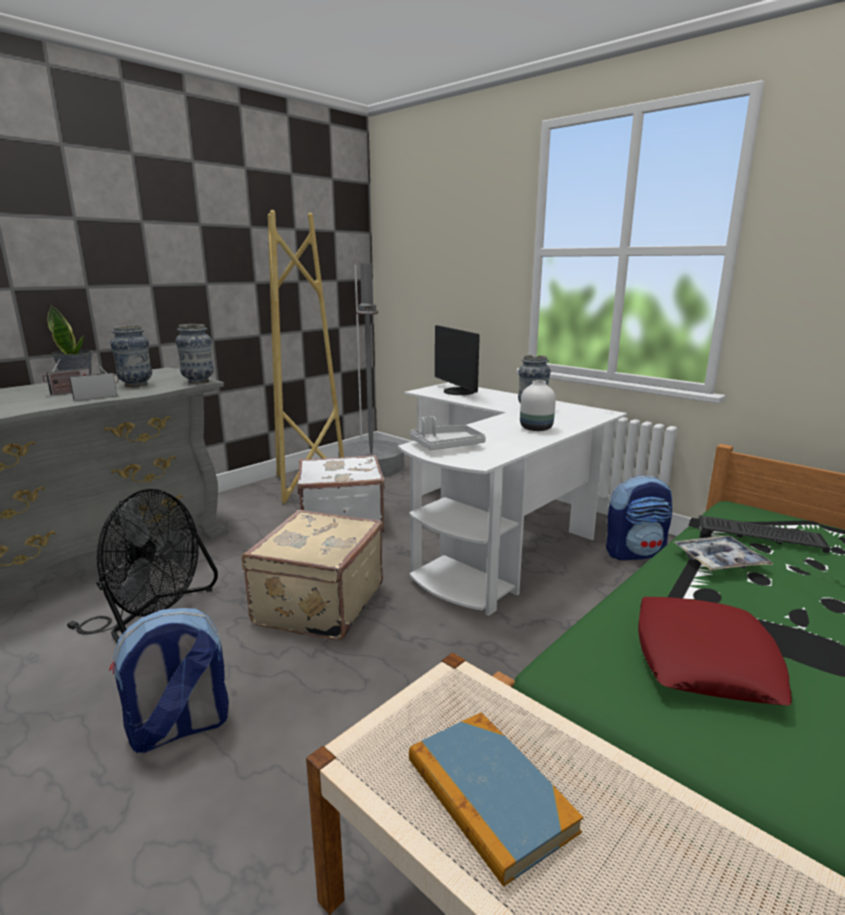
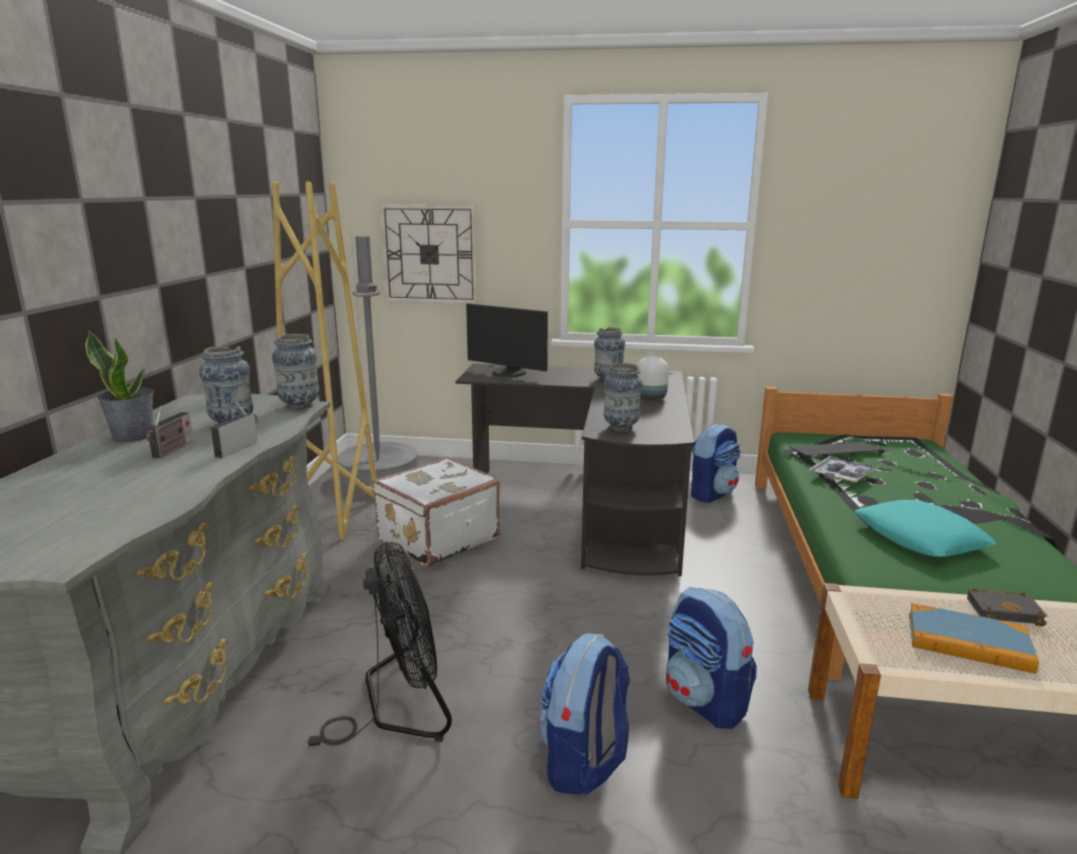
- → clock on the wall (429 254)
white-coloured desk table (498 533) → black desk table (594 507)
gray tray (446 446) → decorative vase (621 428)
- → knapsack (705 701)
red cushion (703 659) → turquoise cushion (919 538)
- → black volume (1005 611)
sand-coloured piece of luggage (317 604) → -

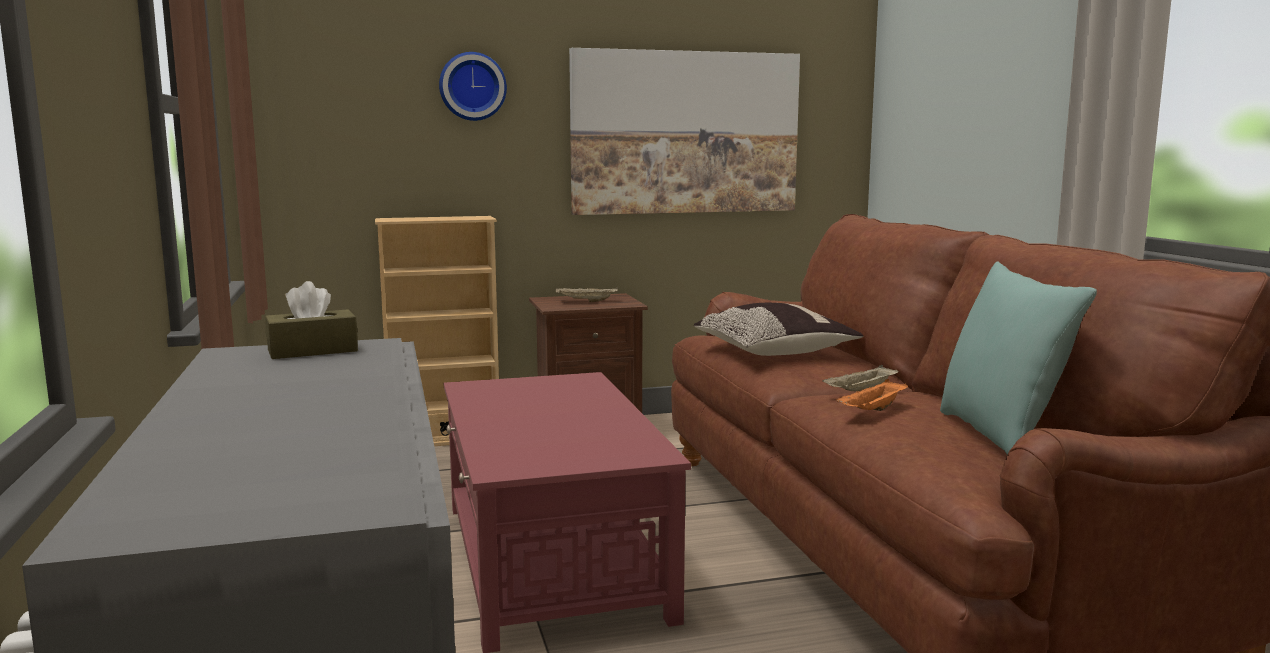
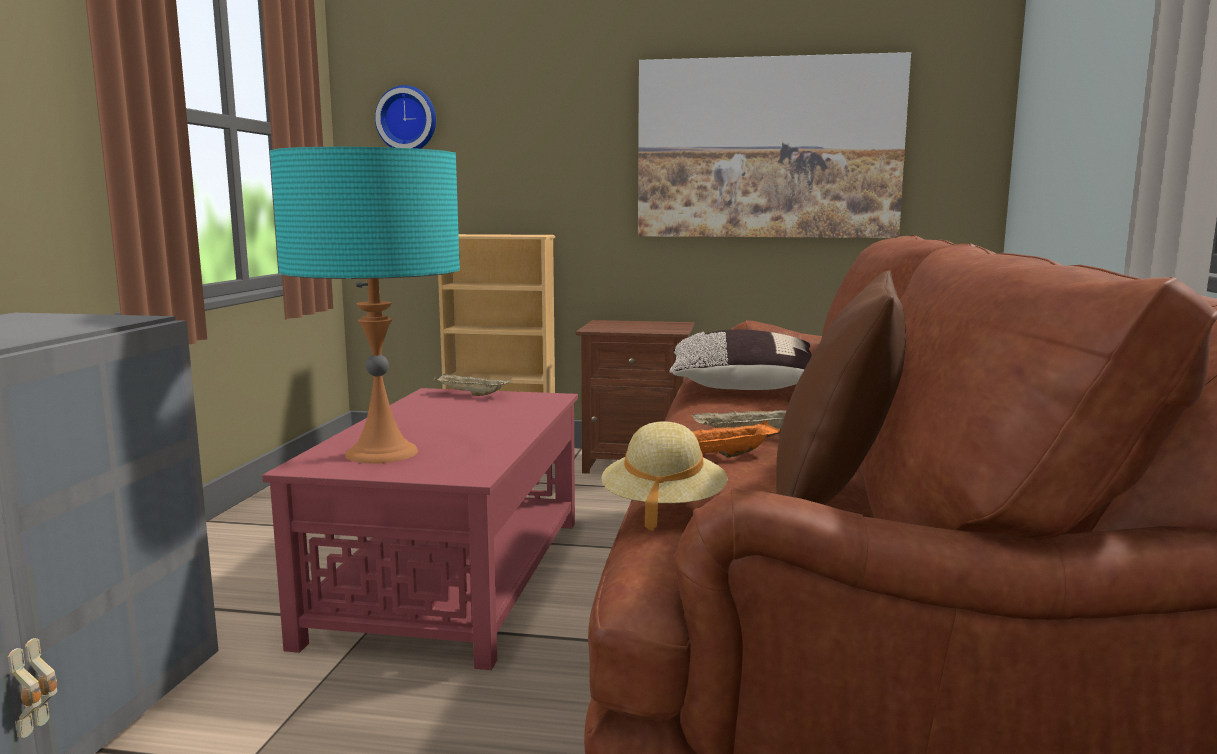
- → turquoise table lamp (381 453)
clock on the wall (472 86) → clock on the wall (407 119), move
sand-coloured tray (585 301) → sand-coloured tray (470 394), move
- → sand-coloured clothing hat (663 507)
turquoise cushion (1000 436) → brown cushion (834 507)
brown tissue holder (312 351) → -

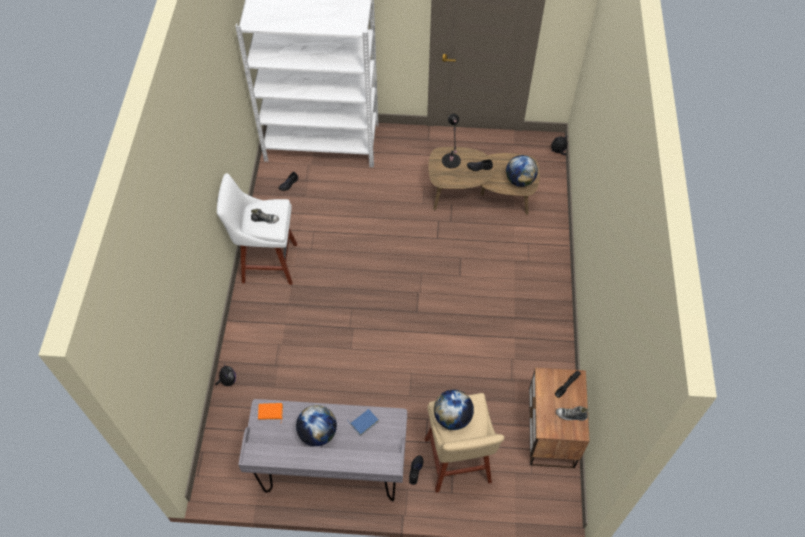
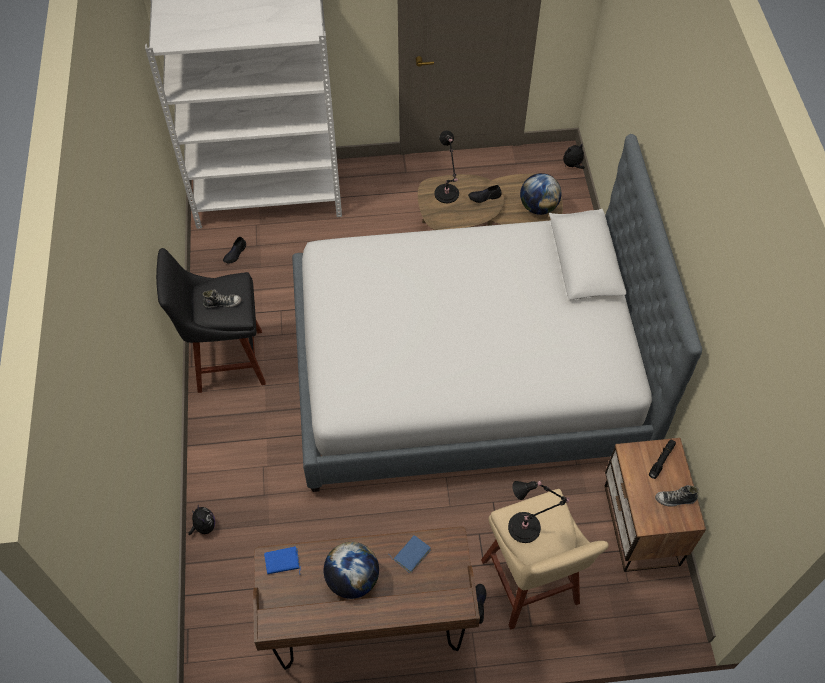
white-coloured stool (268 262) → black stool (227 360)
gray desk table (332 473) → brown desk table (369 627)
orange-coloured volume (270 413) → bluish volume (282 562)
- → sleeping bed (467 371)
world globe (452 417) → black table lamp (527 527)

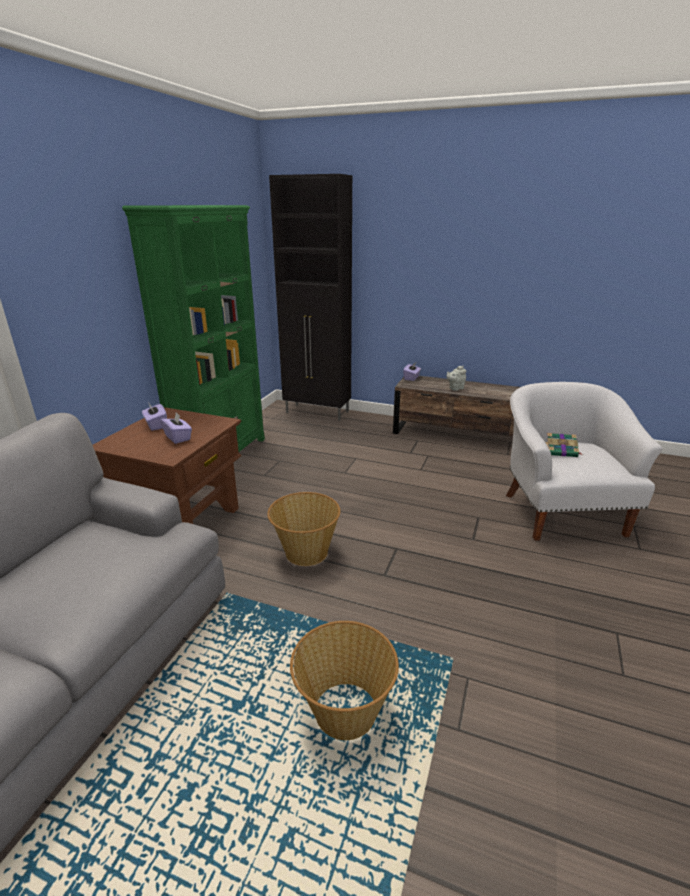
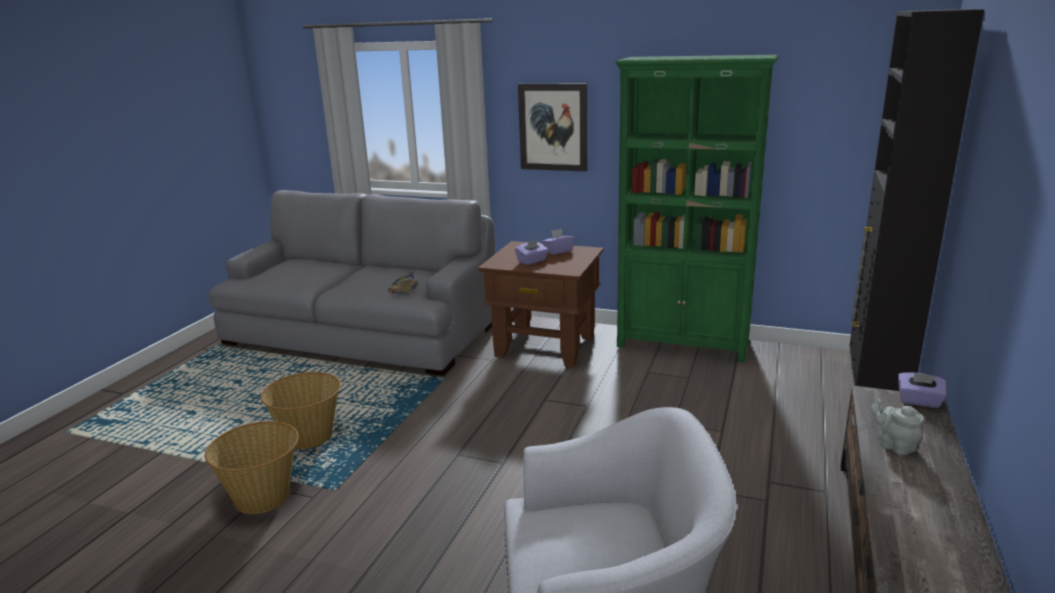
storage basket (305 552) → storage basket (263 496), move
volume (561 451) → volume (403 288), move
- → wall art (553 127)

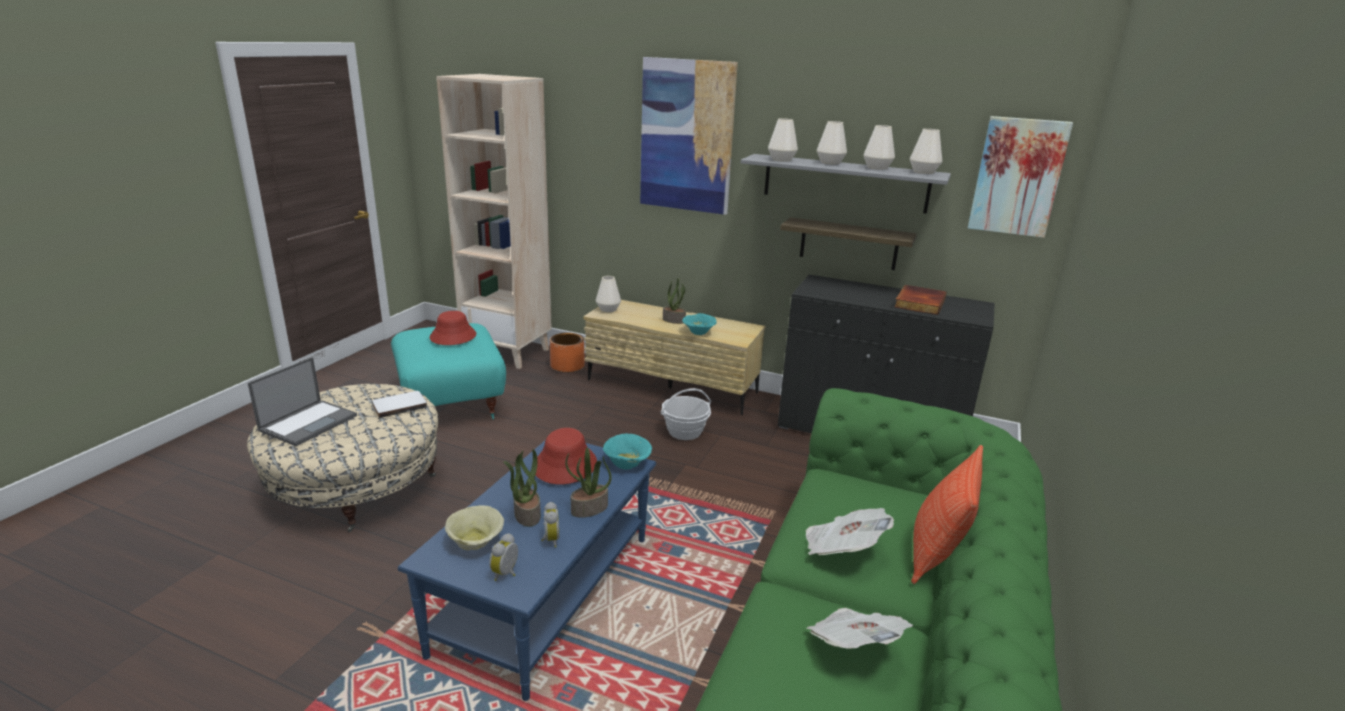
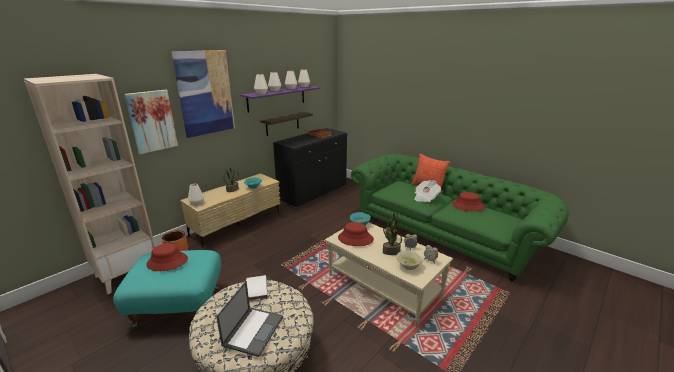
wall art (1017 177) → wall art (152 121), move
laptop (309 422) → laptop (253 330), 60 degrees clockwise
gray shelf (845 183) → purple-coloured shelf (277 98)
bluish coffee table (545 594) → sand-coloured coffee table (383 287)
printed paper (853 646) → red clothing hat (468 206)
storage basket (685 432) → -

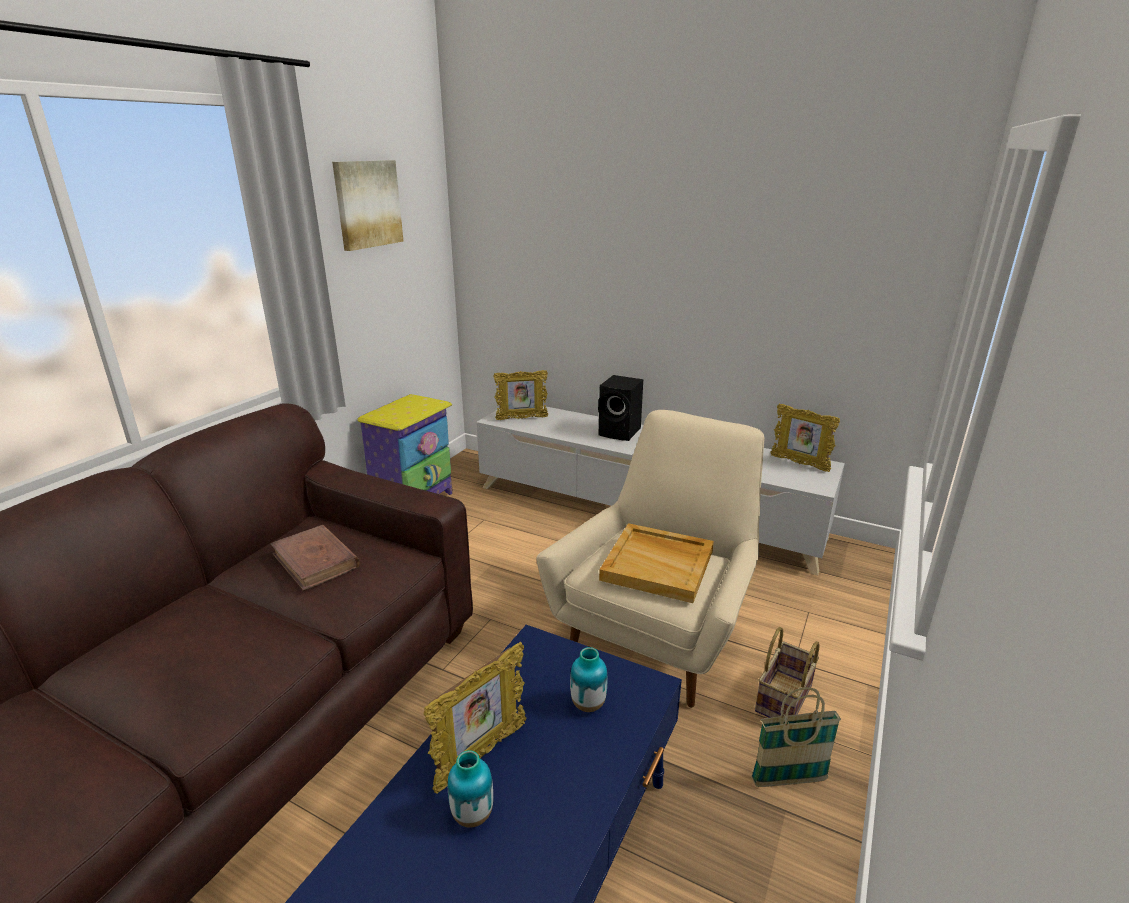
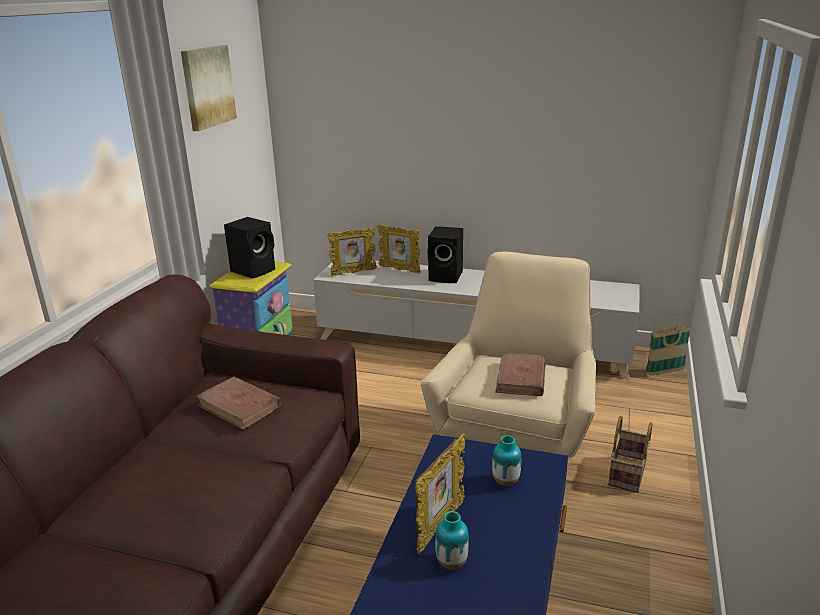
- → black speaker (254 270)
picture frame (799 463) → picture frame (400 270), move
sand-coloured tray (658 565) → brown volume (521 378)
storage basket (788 780) → storage basket (664 371), move

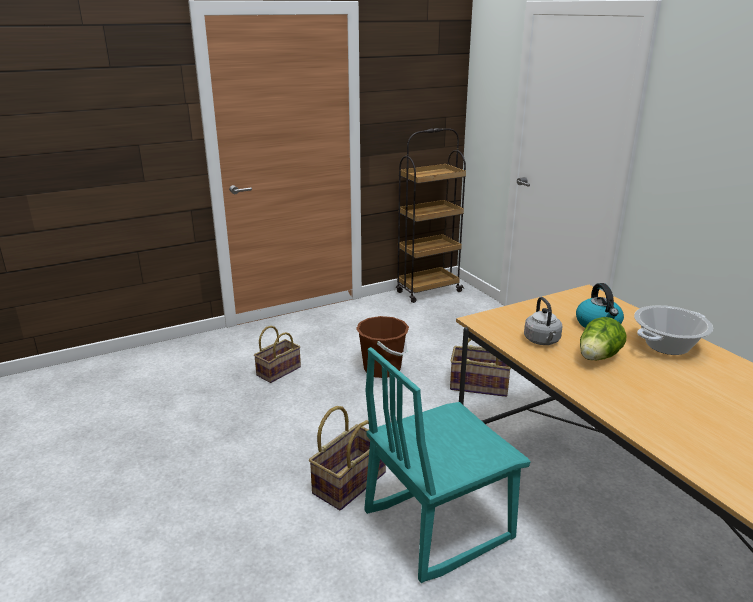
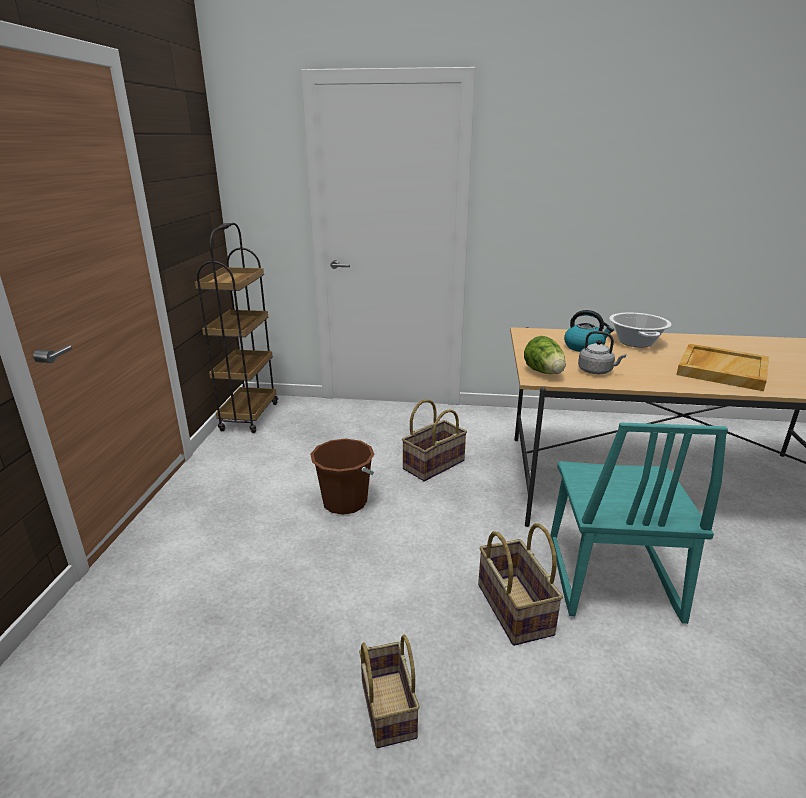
storage basket (279 370) → storage basket (386 707), move
head of lettuce (597 358) → head of lettuce (544 373), move
- → sand-coloured tray (721 370)

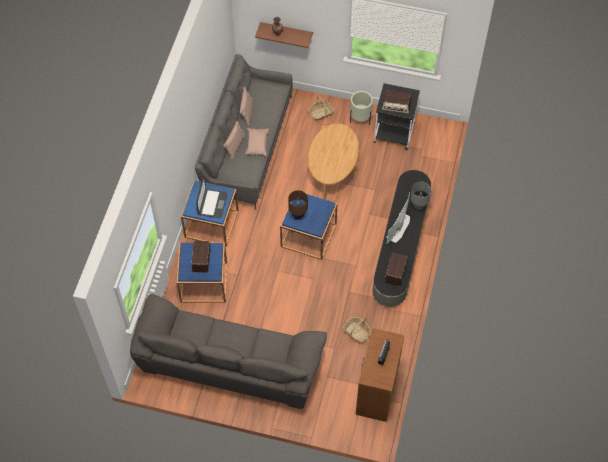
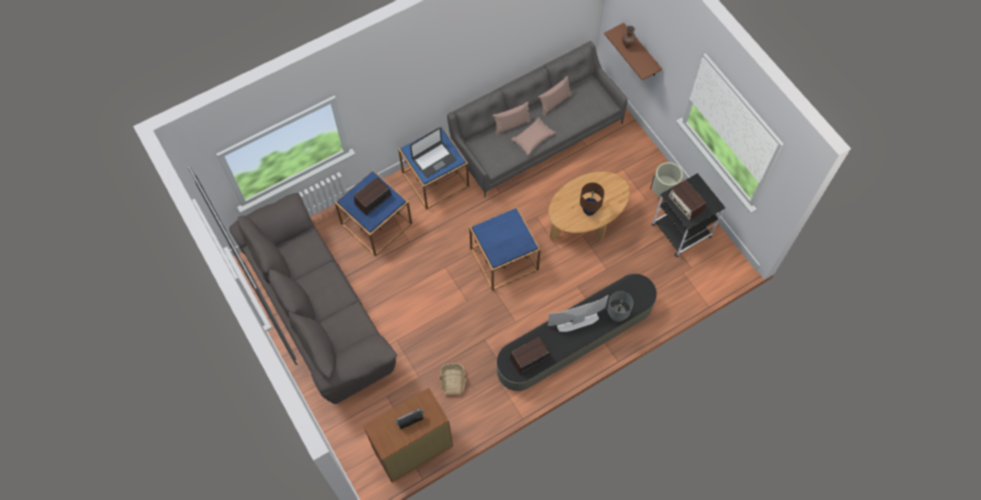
brown table lamp (298 215) → brown table lamp (589 210), move
storage basket (321 113) → -

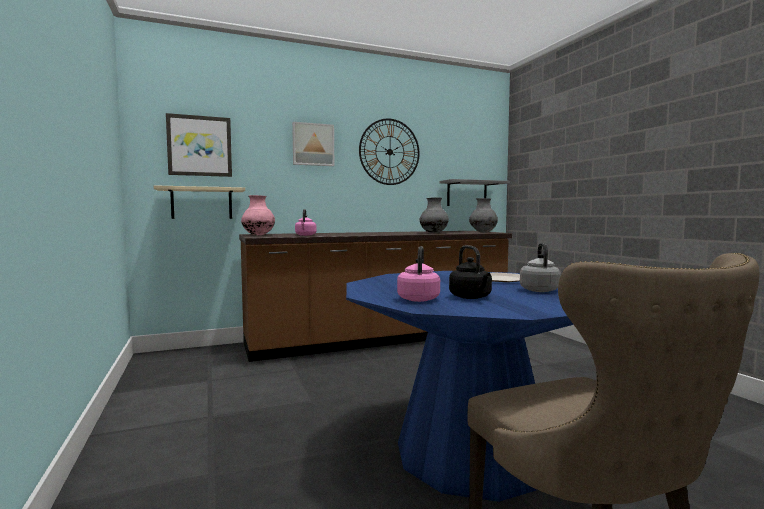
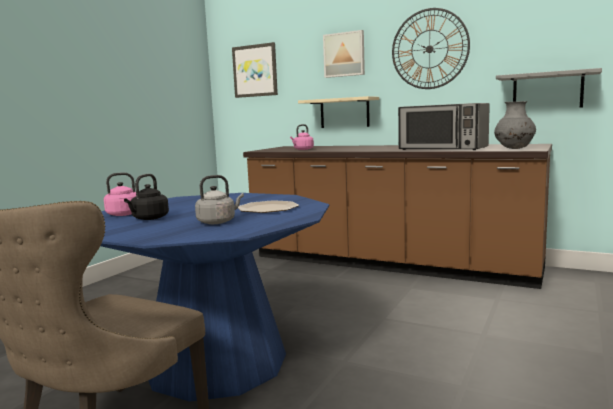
sand-coloured shelf (202 203) → sand-coloured shelf (344 113), move
gray decorative vase (434 233) → microwave oven (442 148)
pink decorative vase (258 235) → -

